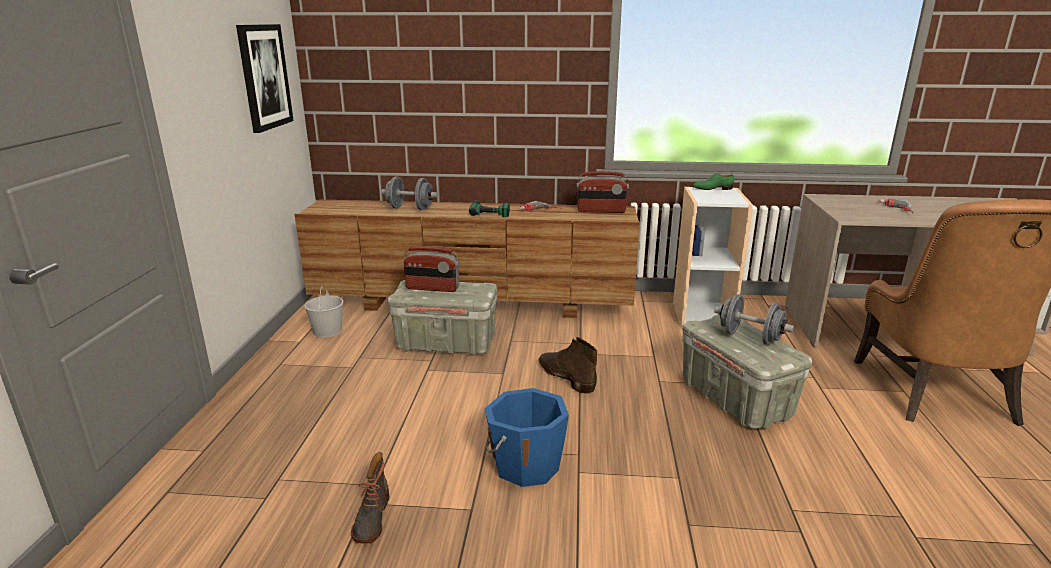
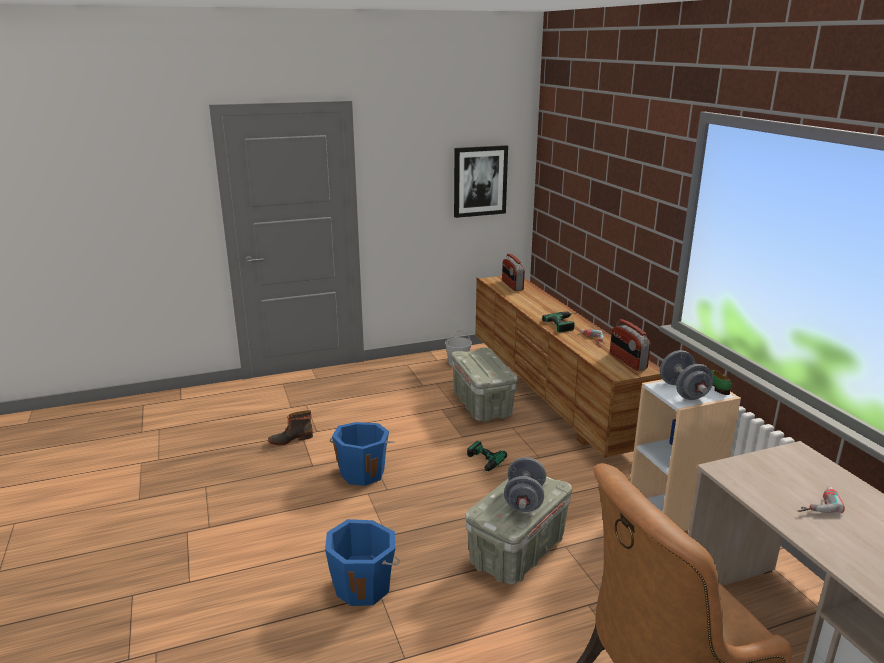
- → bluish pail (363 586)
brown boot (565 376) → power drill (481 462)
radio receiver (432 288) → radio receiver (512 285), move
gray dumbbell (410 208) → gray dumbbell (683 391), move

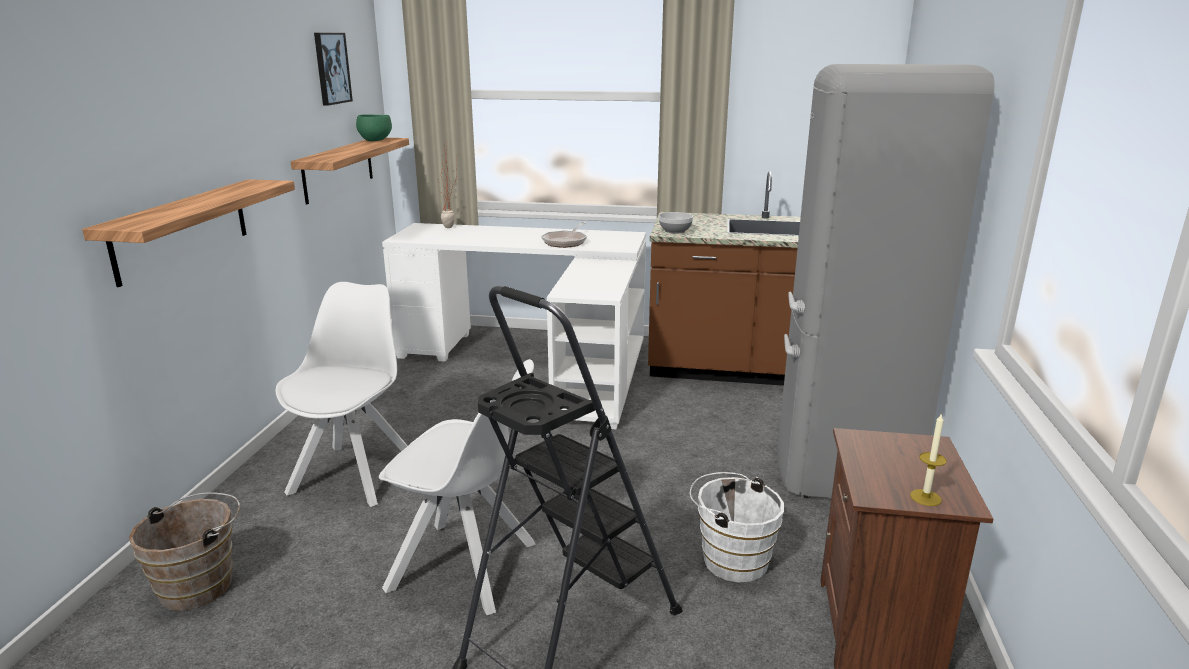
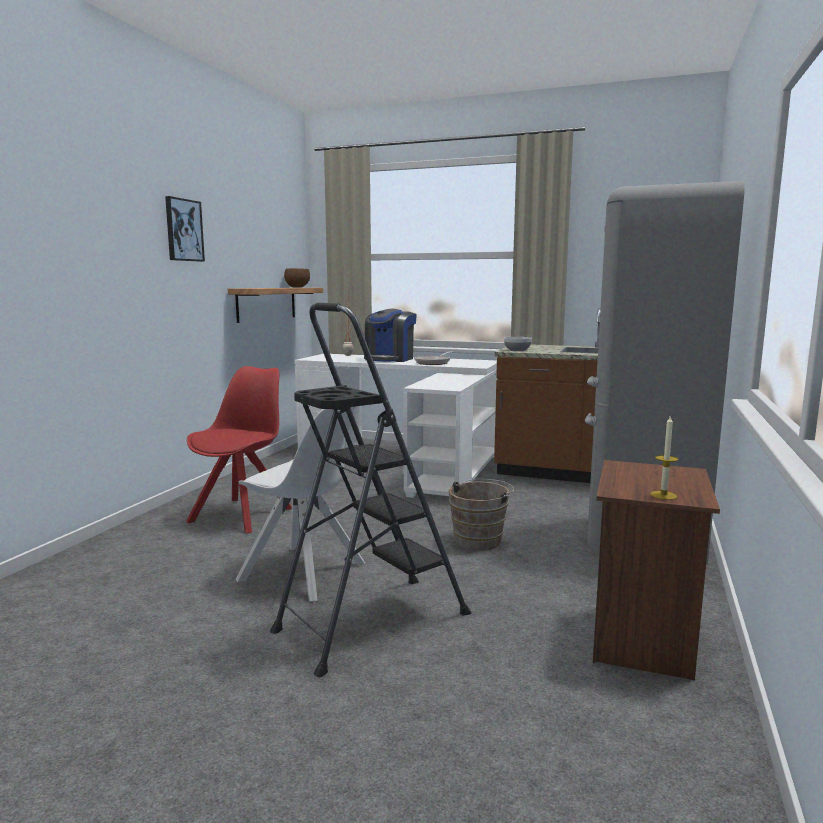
wall art (331 68) → wall art (183 230), move
white-coloured upright chair (355 473) → red upright chair (242 514)
greenish deep dish (375 140) → brown deep dish (297 287)
- → coffee brewer (389 359)
brown pail (202 584) → brown pail (480 539), move
shelf (182 229) → -
white-coloured pail (730 558) → -

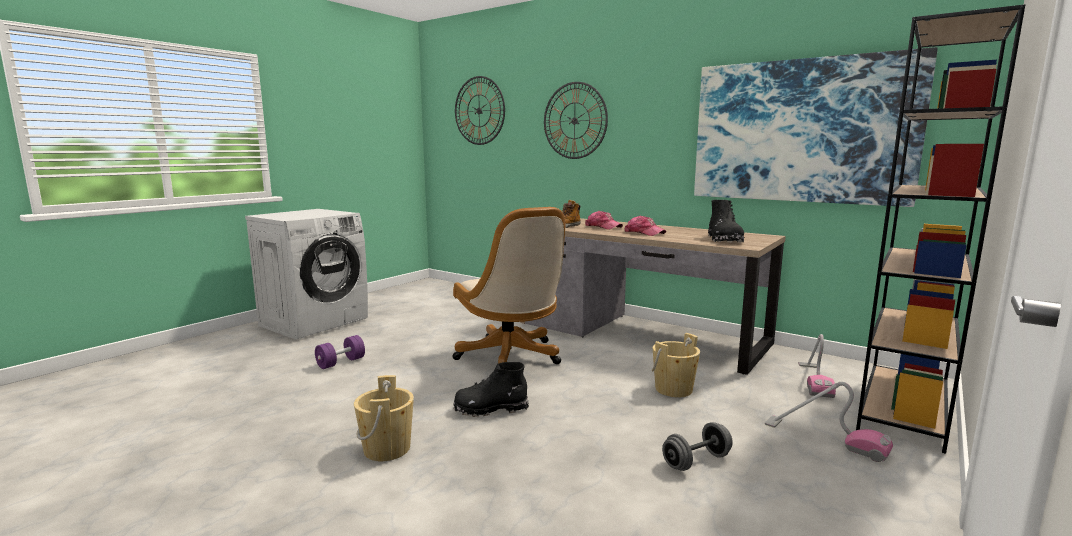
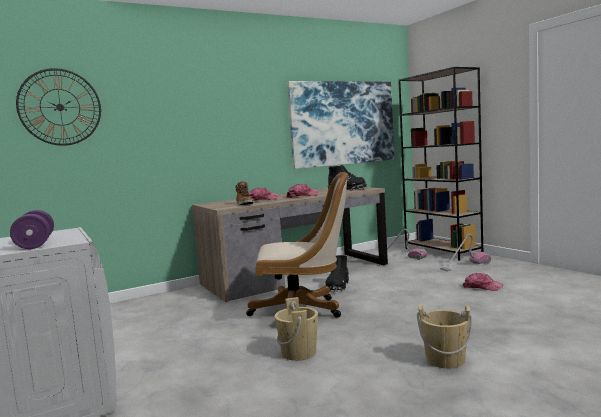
purple-coloured dumbbell (341 362) → purple-coloured dumbbell (35 244), move
sand-coloured pail (673 389) → sand-coloured pail (299 353), move
black boot (490 409) → black boot (338 286), move
gray dumbbell (696 461) → cap (482 287)
clock on the wall (574 120) → -

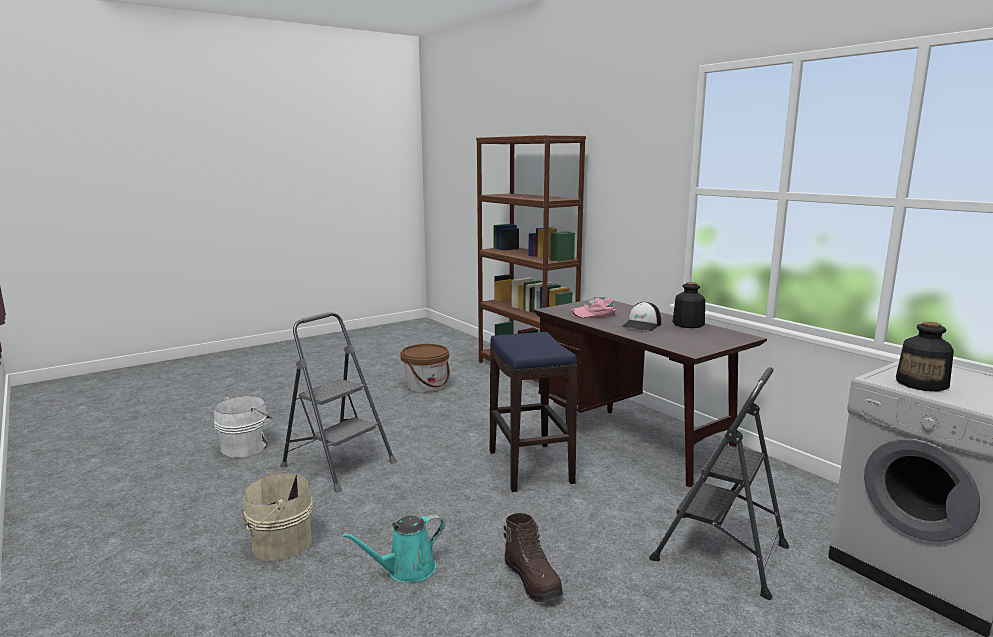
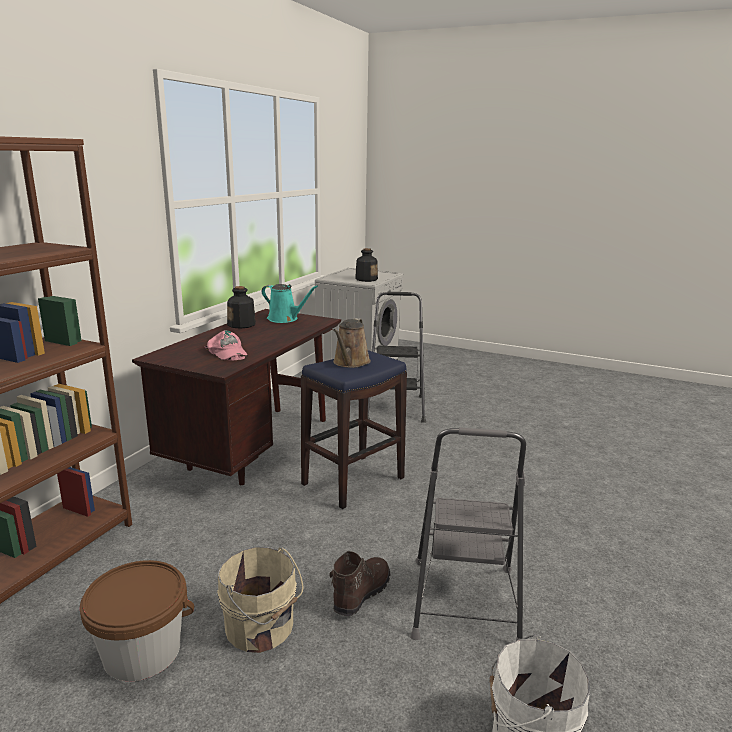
sand-coloured pail (279 543) → sand-coloured pail (261 629), move
turquoise watering can (406 570) → turquoise watering can (285 319), move
brown boot (533 580) → brown boot (360 594), move
- → brown watering can (350 363)
cap (642 325) → -

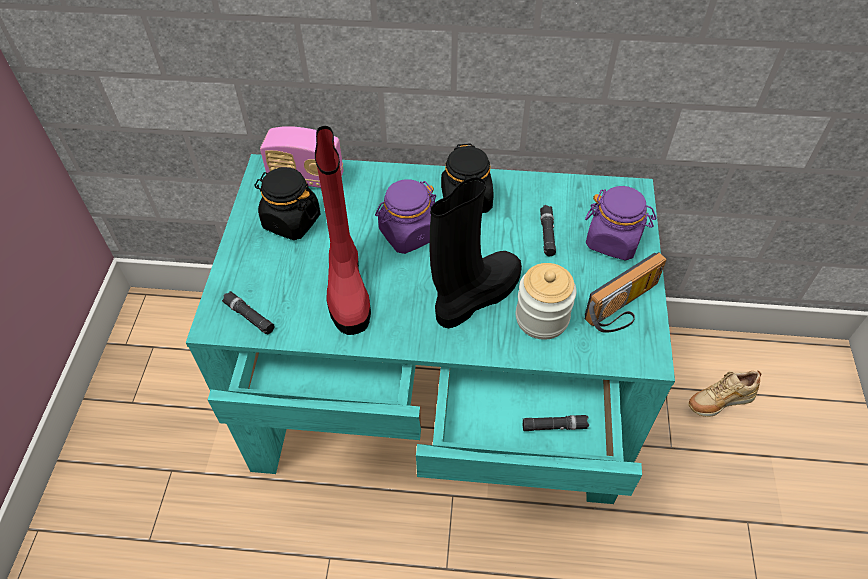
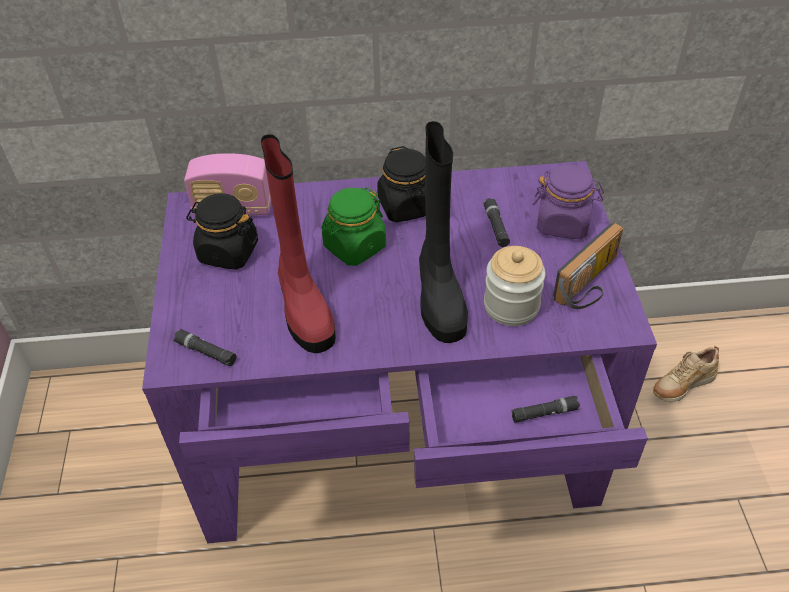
turquoise desk table (440 416) → purple-coloured desk table (401 448)
purple-coloured jar (408 234) → greenish jar (354 247)
black boot (475 297) → black boot (439 296), 135 degrees clockwise

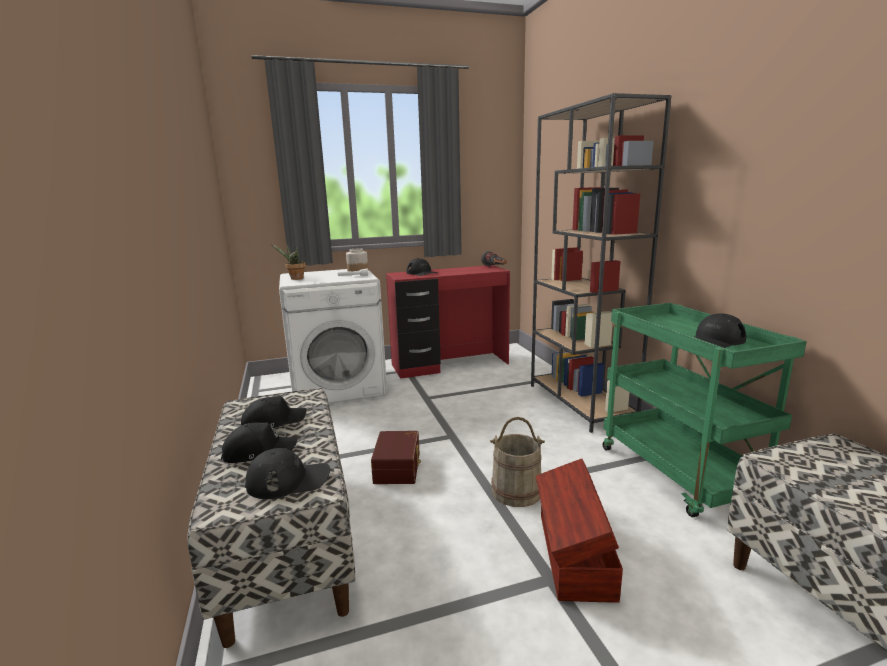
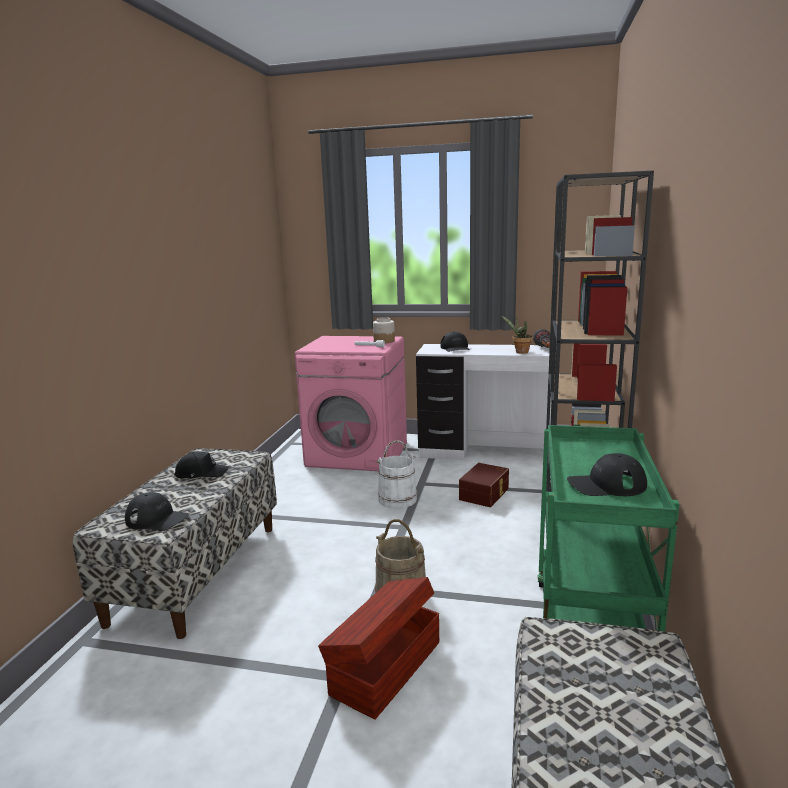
white-coloured washing machine (339 387) → pink washing machine (357 454)
- → white-coloured pail (397 499)
red desk table (450 365) → white-coloured desk table (484 453)
brown storage container (398 467) → brown storage container (485 494), move
potted plant (295 279) → potted plant (520 352), move
black cap (259 451) → -

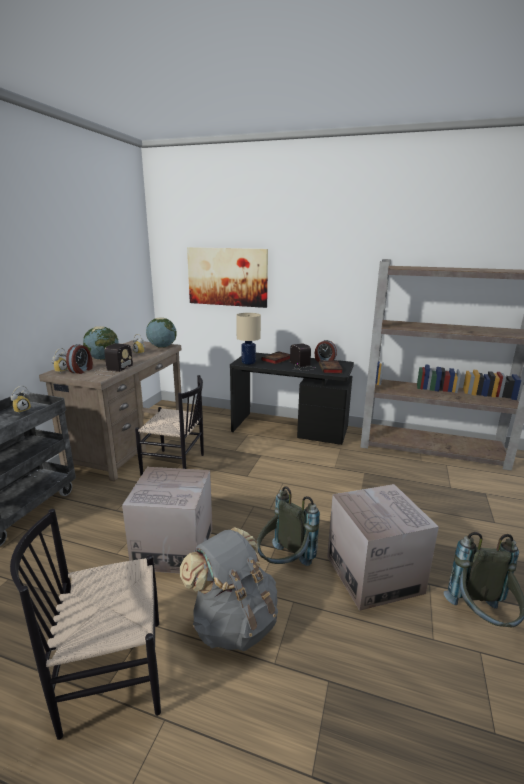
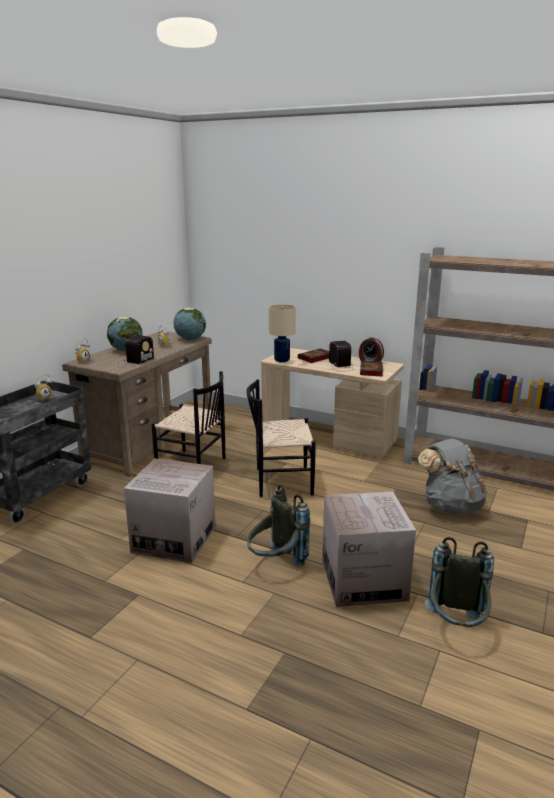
black upright chair (108 675) → black upright chair (280 482), move
black desk table (290 429) → sand-coloured desk table (329 438)
gray knapsack (234 622) → gray knapsack (450 506), move
table clock (81 370) → -
wall art (227 277) → -

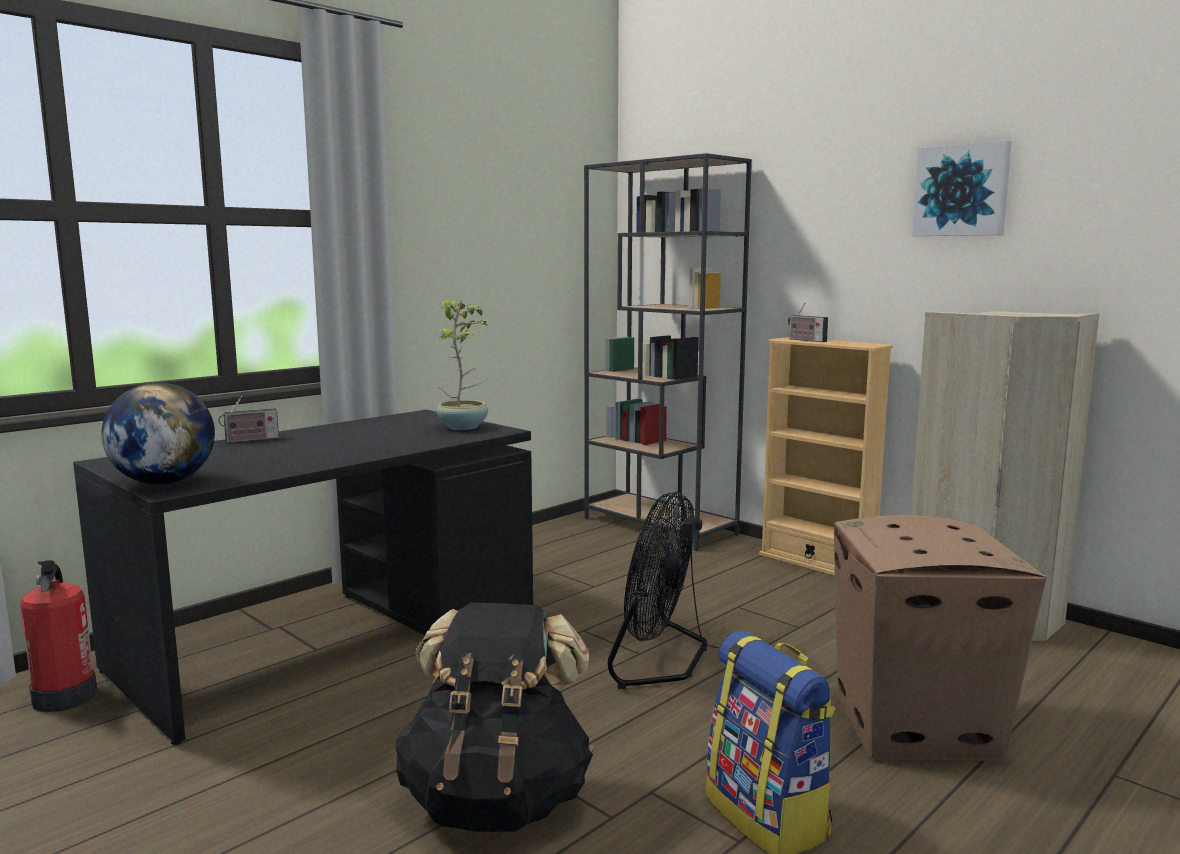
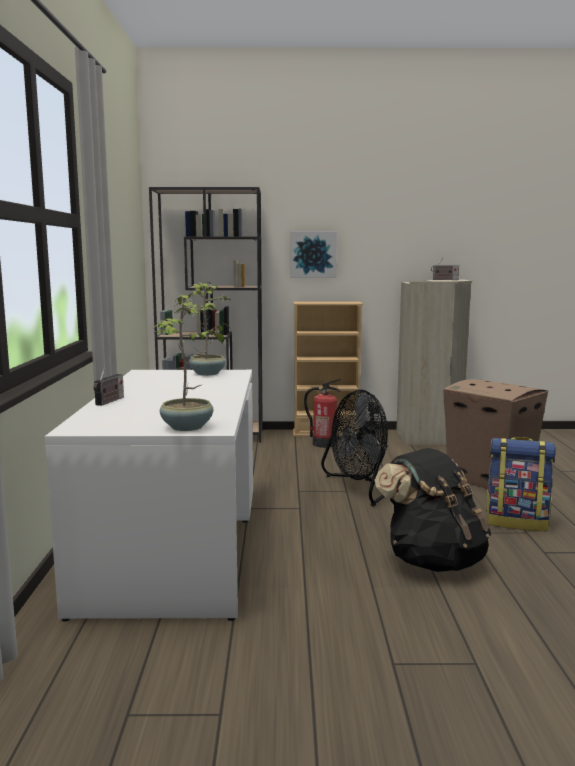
black desk table (331 638) → white-coloured desk table (175 542)
world globe (164 482) → potted plant (187 427)
wall art (962 190) → wall art (313 254), move
extinguisher (65 697) → extinguisher (324 444), move
radio receiver (805 340) → radio receiver (444 280), move

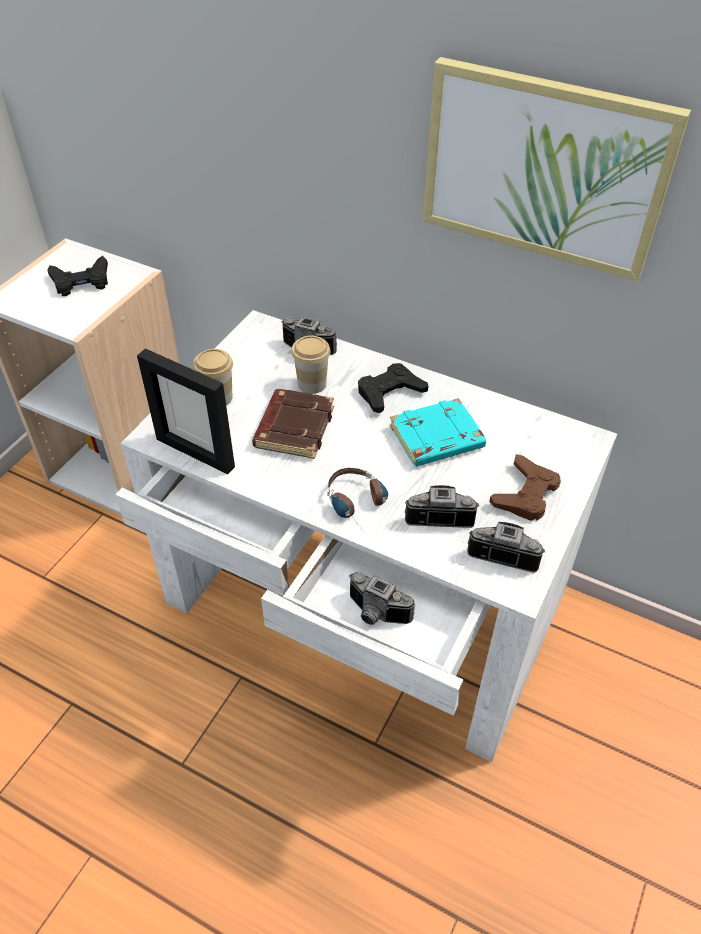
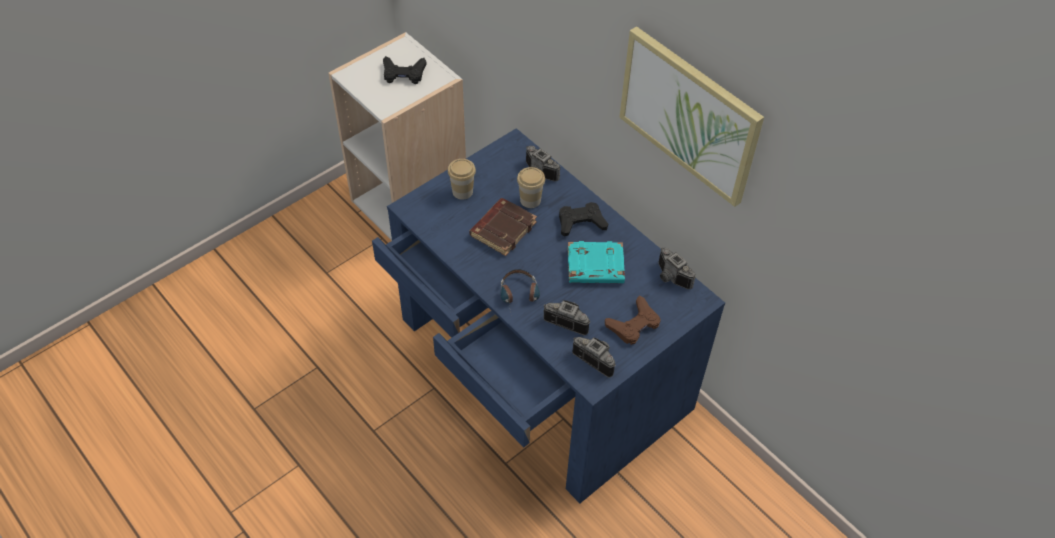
white-coloured desk table (358 616) → bluish desk table (533 374)
still camera (375 614) → still camera (670 278), move
picture frame (196 451) → -

